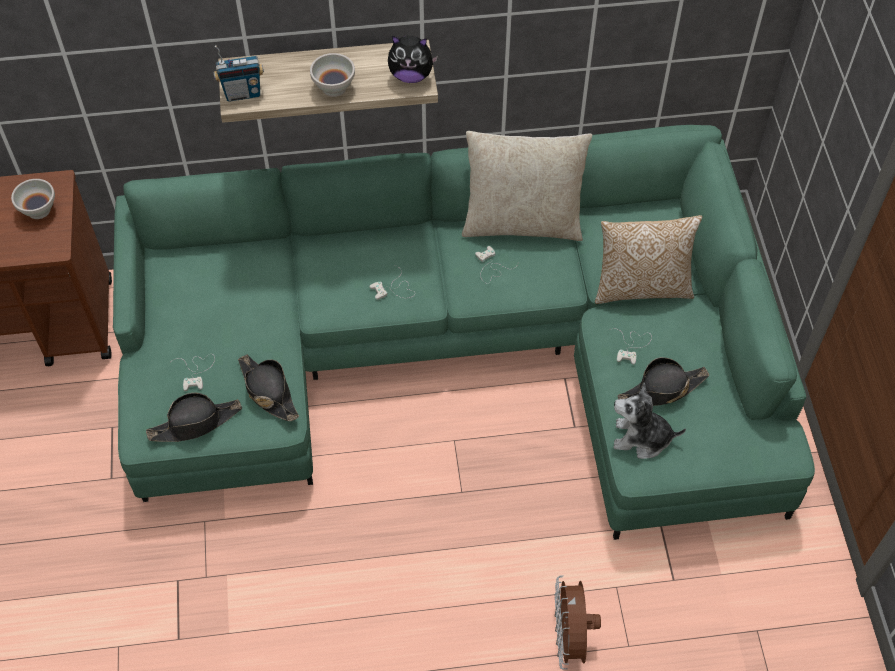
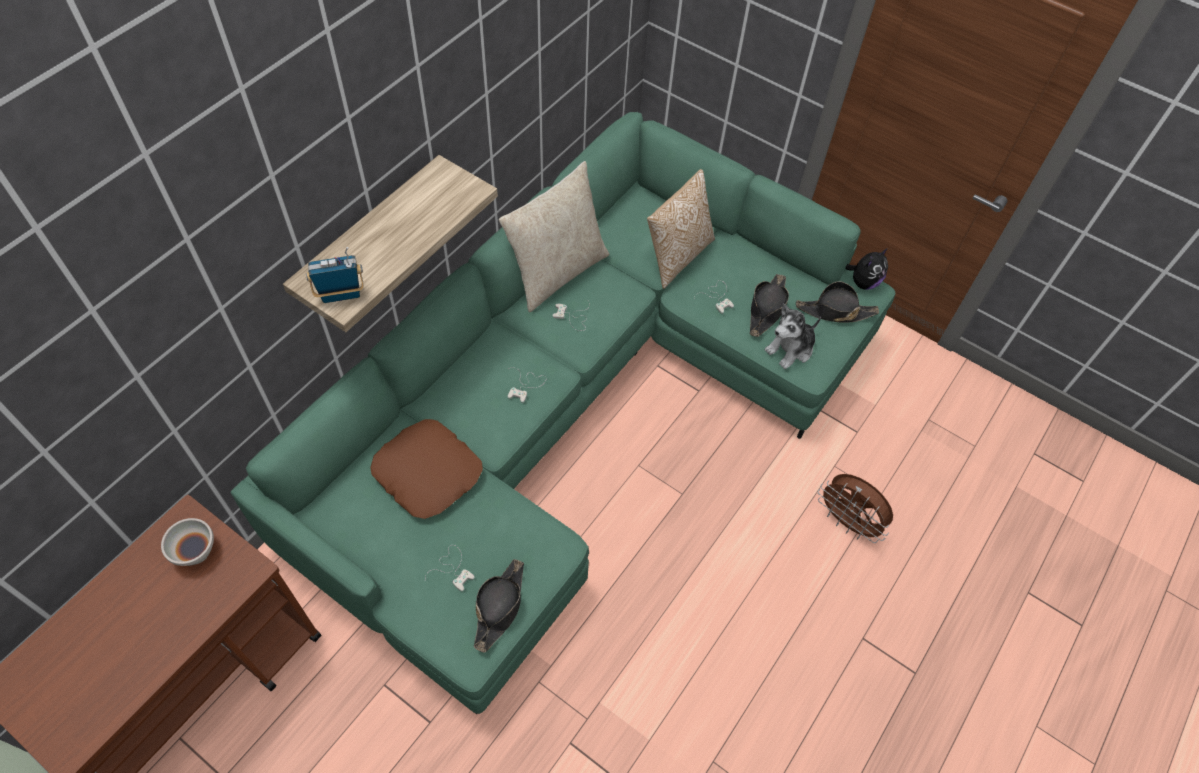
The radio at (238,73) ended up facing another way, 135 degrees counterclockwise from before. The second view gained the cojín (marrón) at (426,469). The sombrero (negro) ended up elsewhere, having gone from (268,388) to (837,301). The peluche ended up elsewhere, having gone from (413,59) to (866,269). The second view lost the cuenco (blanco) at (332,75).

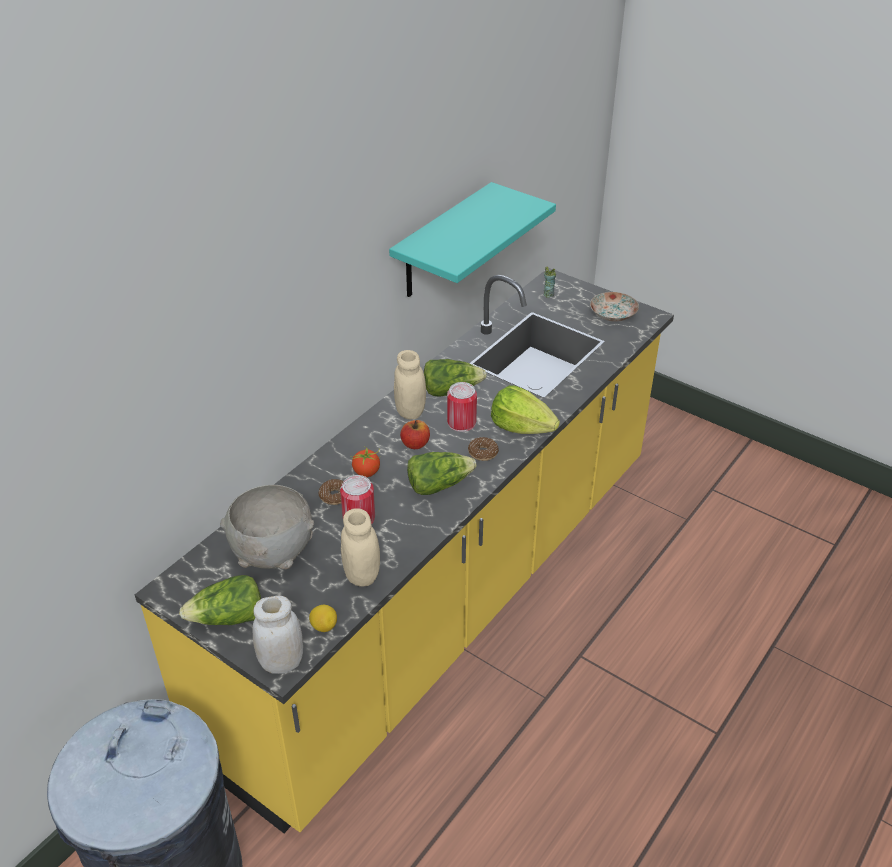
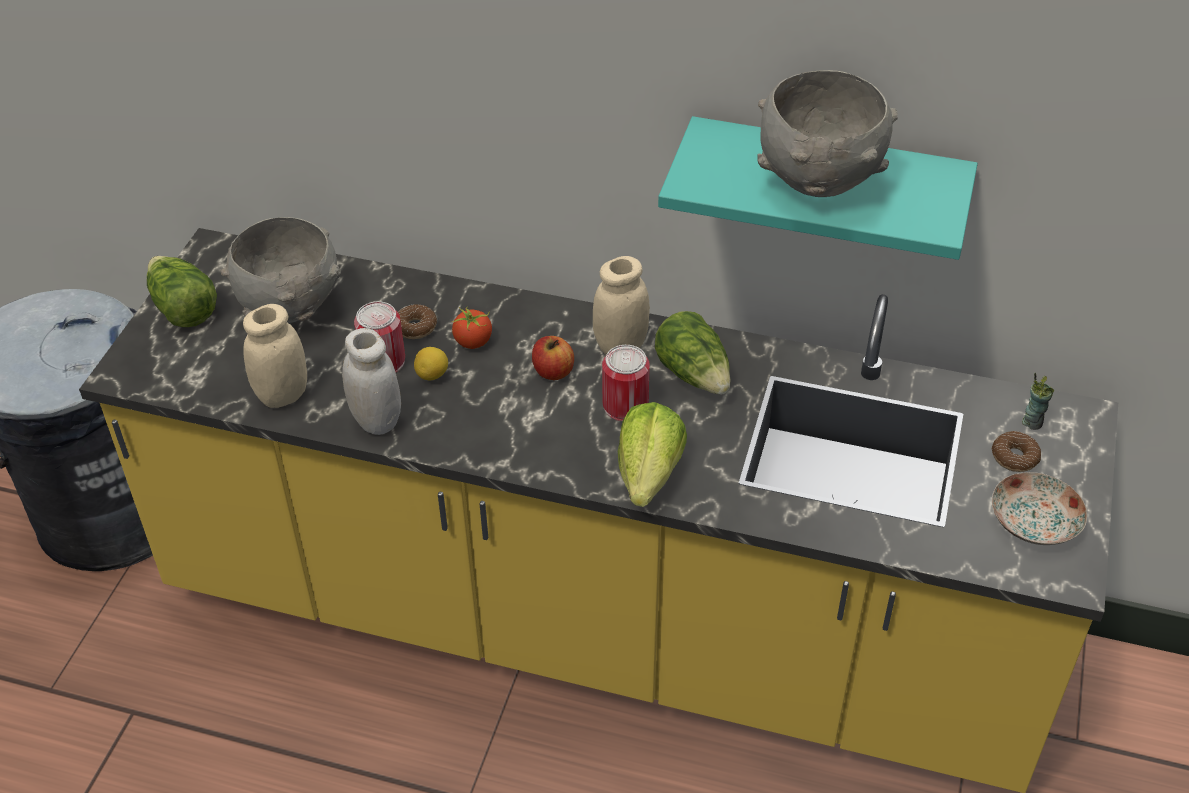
The tarro (blanco) ended up elsewhere, having gone from (278,635) to (371,381). The limón ended up elsewhere, having gone from (323,618) to (431,363). The second view gained the cuenco (gris) at (828,133). The rosquilla ended up elsewhere, having gone from (483,449) to (1016,451). The second view lost the lechuga at (442,473).

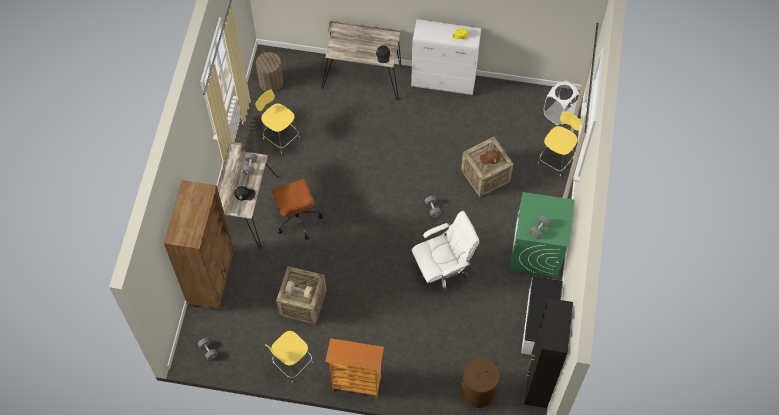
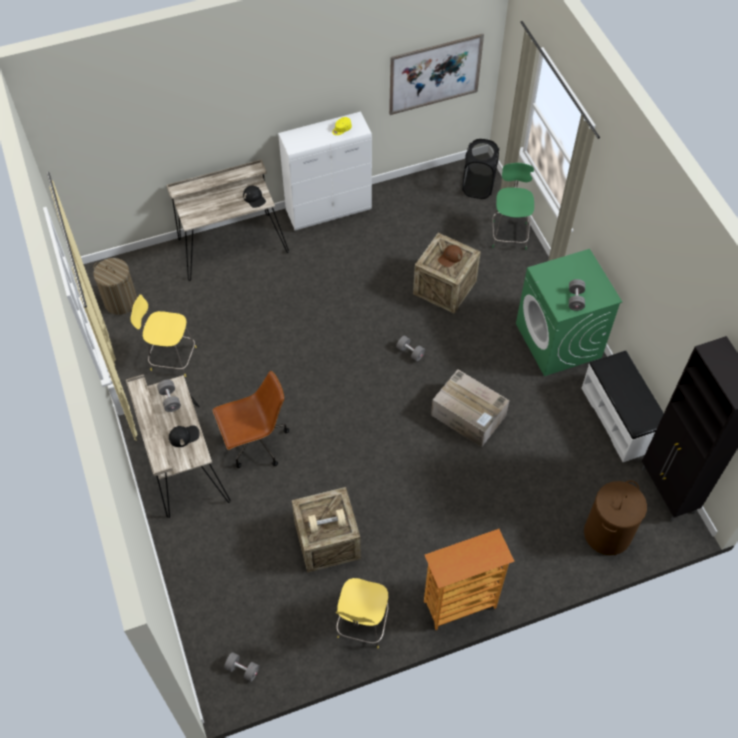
The silla de oficina (marrón) at (297,209) ended up facing another way, 60 degrees counterclockwise from before. The second view gained the cuadro at (436,74). Where the silla de oficina (blanco) stood at (445,253), the caja de cartón came to stand at (470,408). What was the cesto de la ropa (blanco) at (561,103) turned into the cesto de la ropa (negro) at (480,169). What was the taburete (amarillo) at (560,143) turned into the taburete (verde) at (513,206). The second view lost the estantería (marrón) at (199,245).

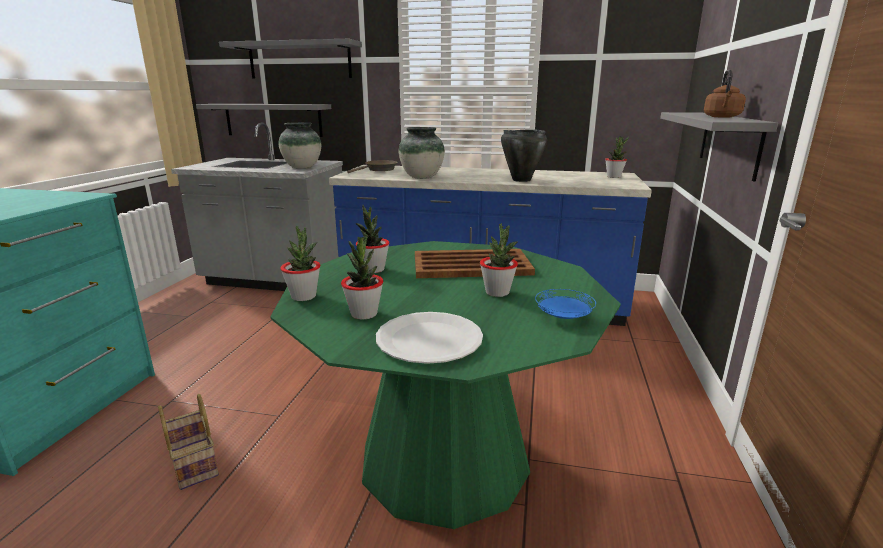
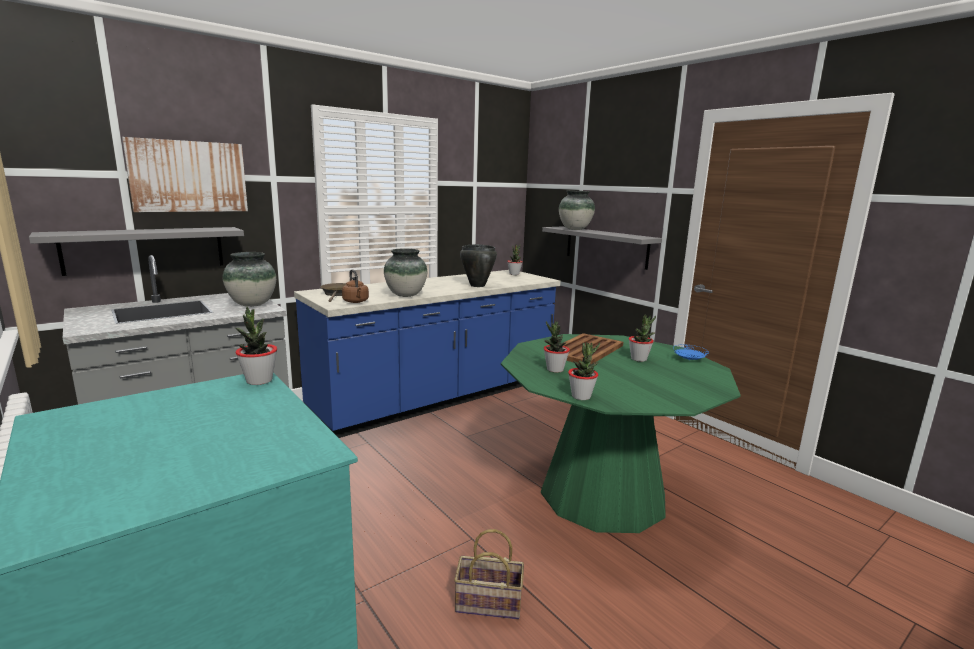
Where the estante (gris) hung at (290,59), the cuadro came to hang at (185,174). The planta en maceta ended up elsewhere, having gone from (362,276) to (256,346). The hervidor (marrón) ended up elsewhere, having gone from (725,94) to (355,286). The second view gained the florero at (577,210). The second view lost the plato (blanco) at (429,338).

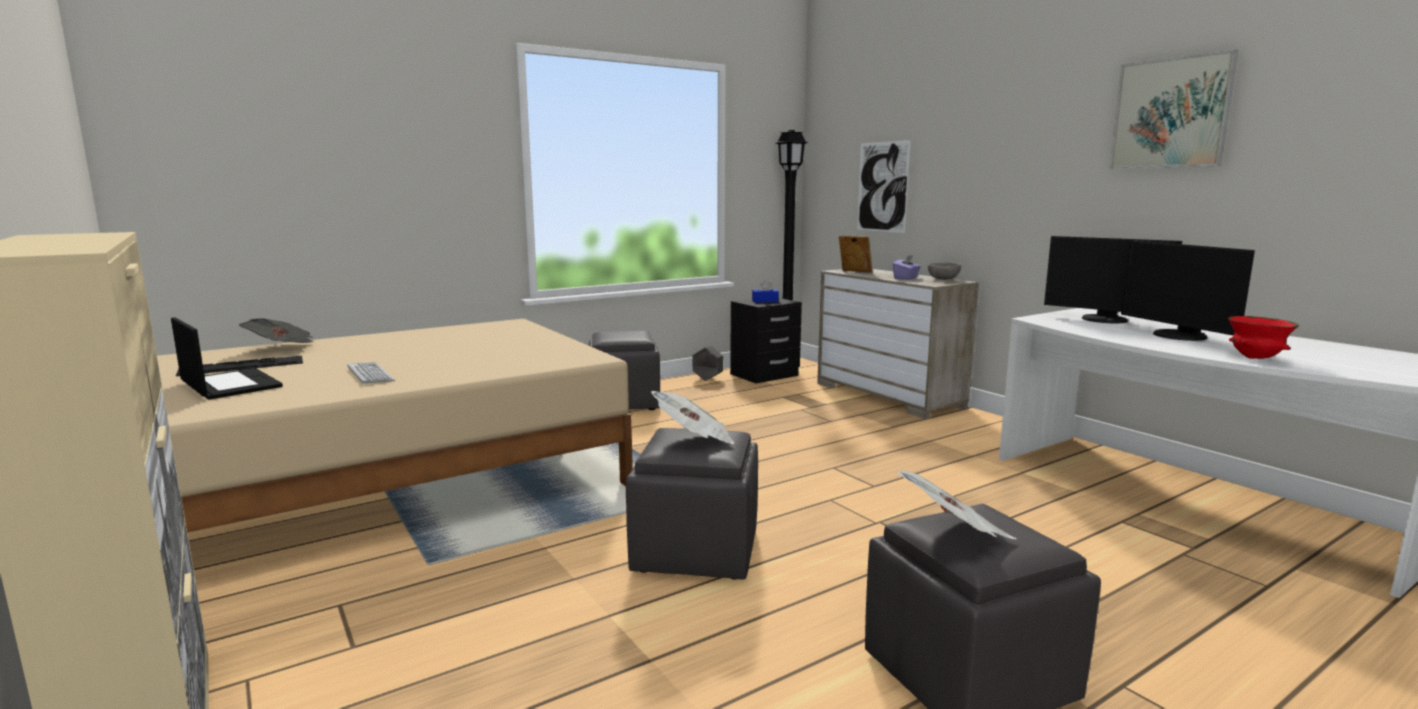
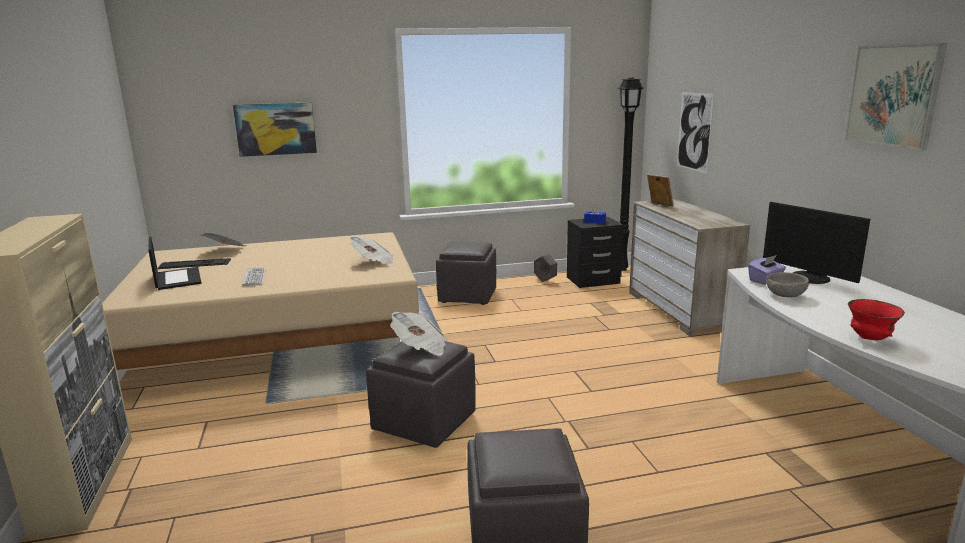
The second view gained the cuadro at (275,129). The periódico ended up elsewhere, having gone from (956,504) to (372,250). The caja de pañuelos (morado) ended up elsewhere, having gone from (907,267) to (767,270). The cuenco (gris) ended up elsewhere, having gone from (944,271) to (787,284). The second view lost the monitor at (1188,290).

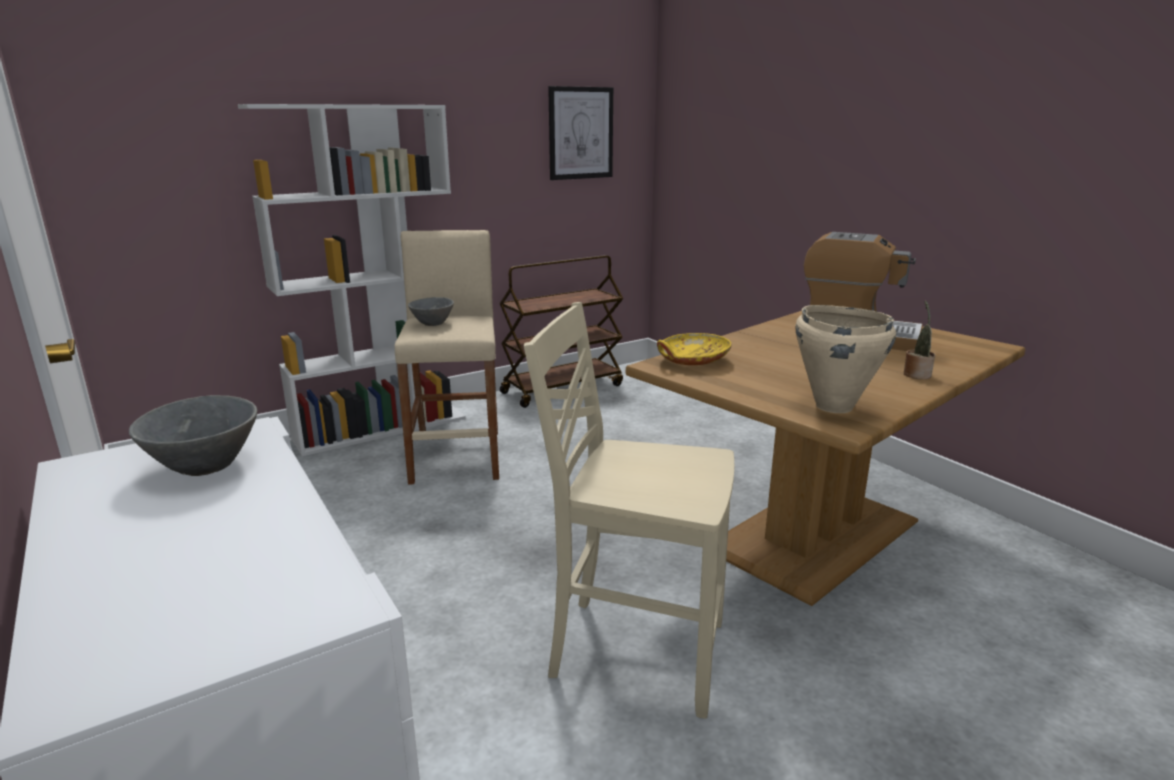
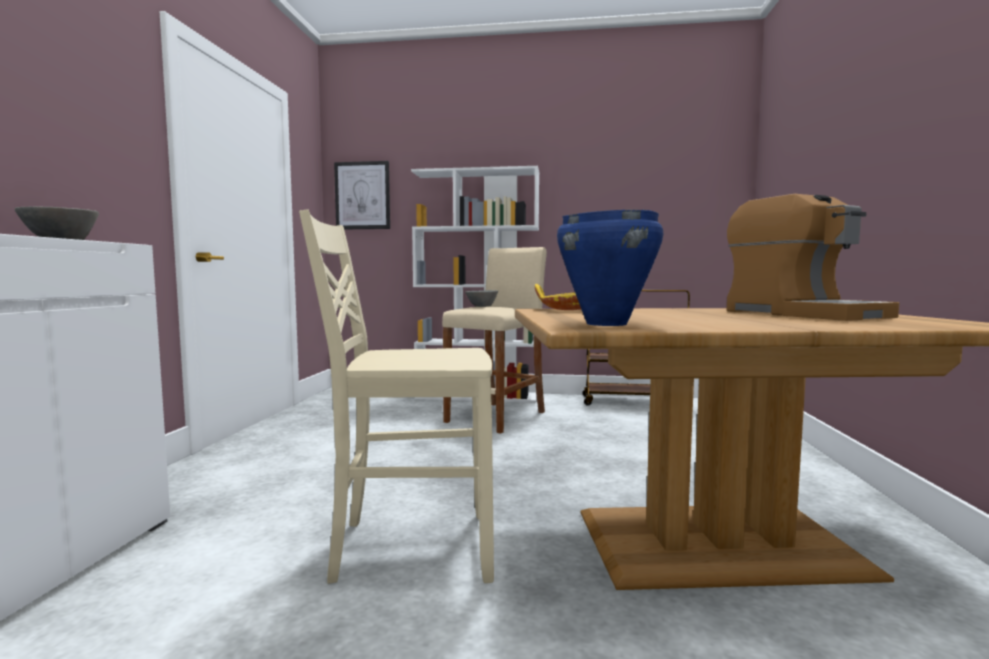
The silla (beis) at (629,510) ended up facing another way, 60 degrees counterclockwise from before. The cuadro ended up elsewhere, having gone from (580,133) to (362,195). What was the olla (beis) at (845,359) turned into the olla (azul) at (610,268). The second view lost the planta en maceta at (919,339).

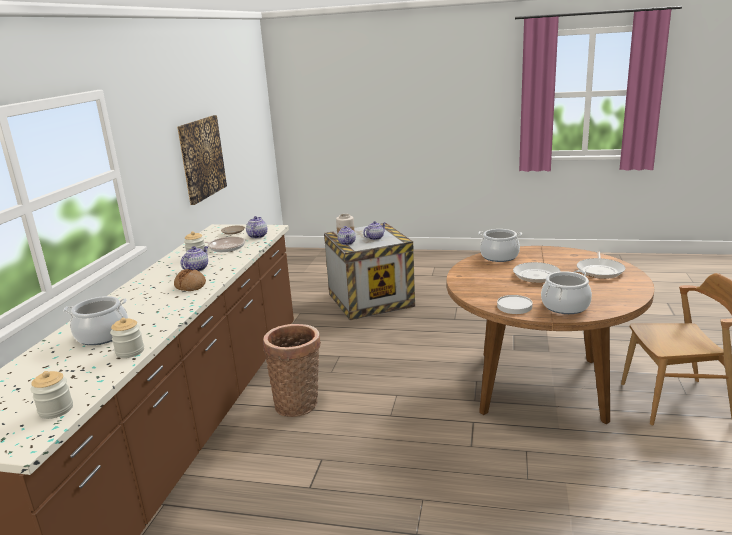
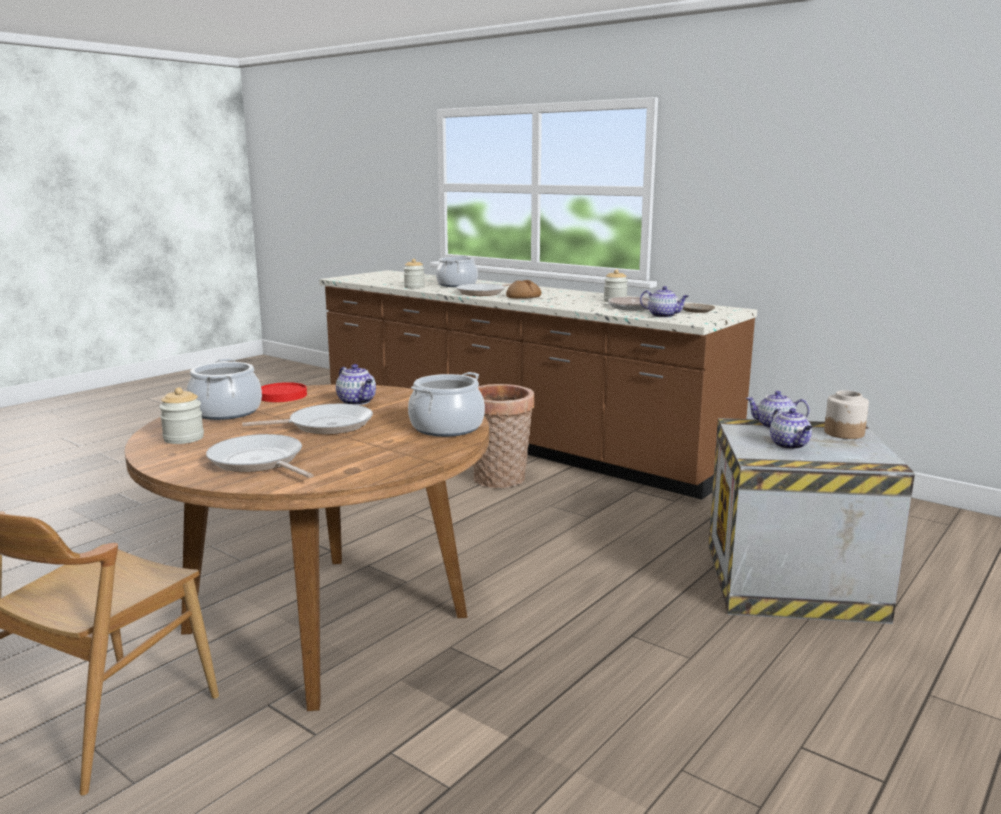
The tarro ended up elsewhere, having gone from (52,395) to (181,415). What was the plato (blanco) at (514,304) turned into the plato (rojo) at (284,392). The tetera ended up elsewhere, having gone from (194,258) to (356,384). The second view gained the sartén at (484,289). The second view lost the cuadro at (202,160).

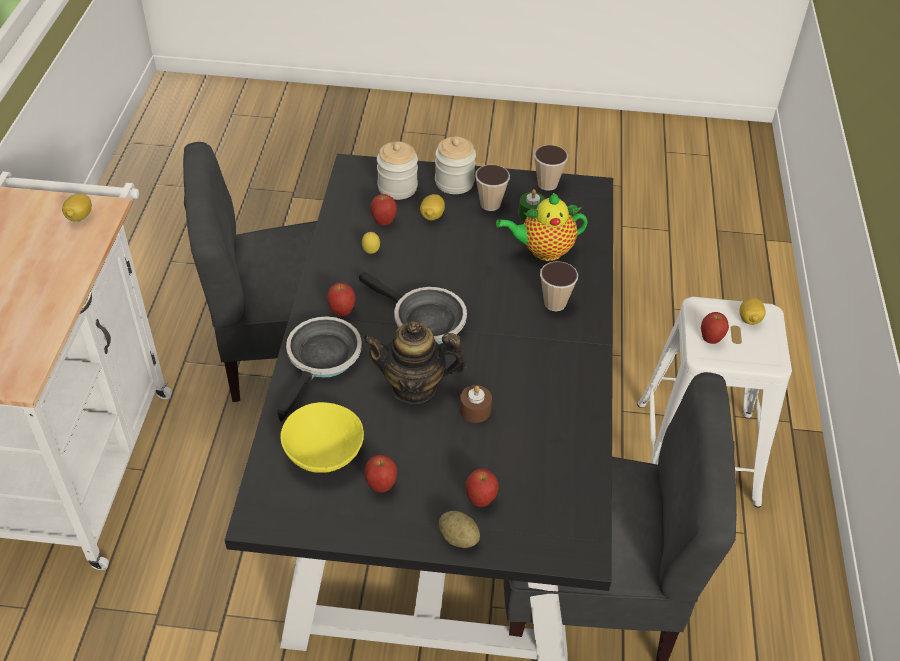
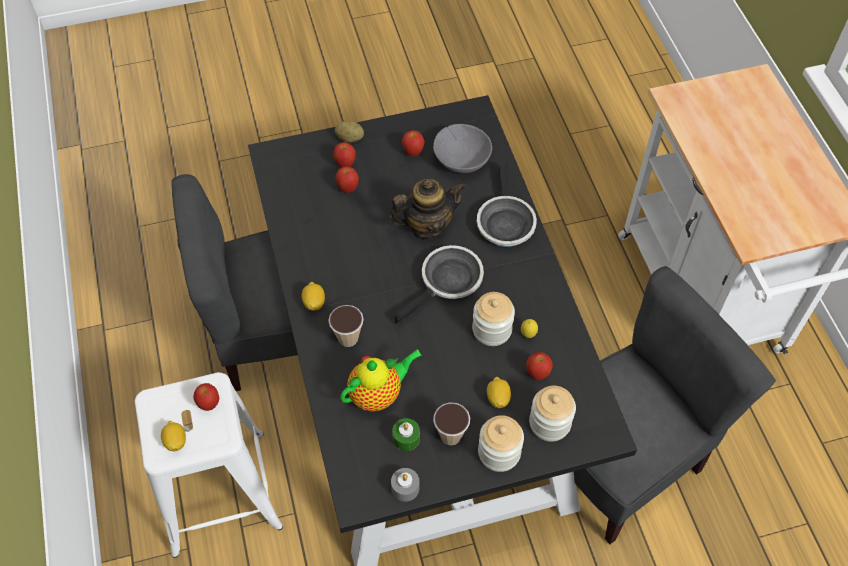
The limón ended up elsewhere, having gone from (77,207) to (313,296). The manzana ended up elsewhere, having gone from (341,299) to (347,179). Where the taza stood at (551,168), the vela (gris) came to stand at (405,485). The sartén at (413,307) ended up facing another way, 120 degrees clockwise from before. What was the cuenco (amarillo) at (322,437) turned into the cuenco (gris) at (462,148). The second view gained the tarro at (493,319). The second view lost the vela (marrón) at (476,404).

